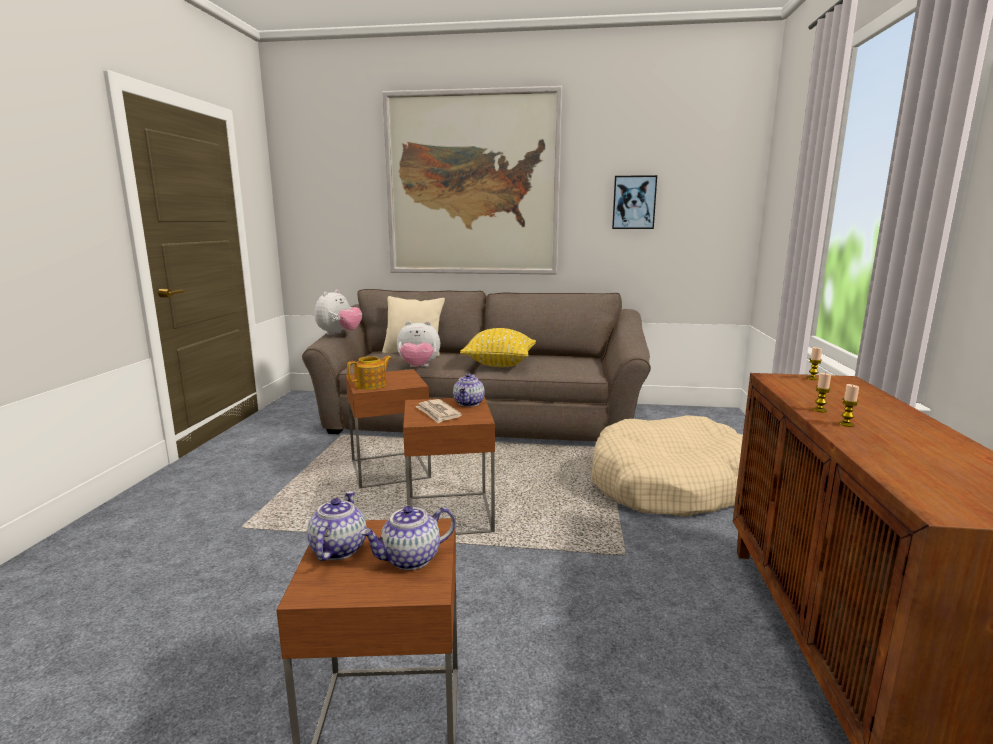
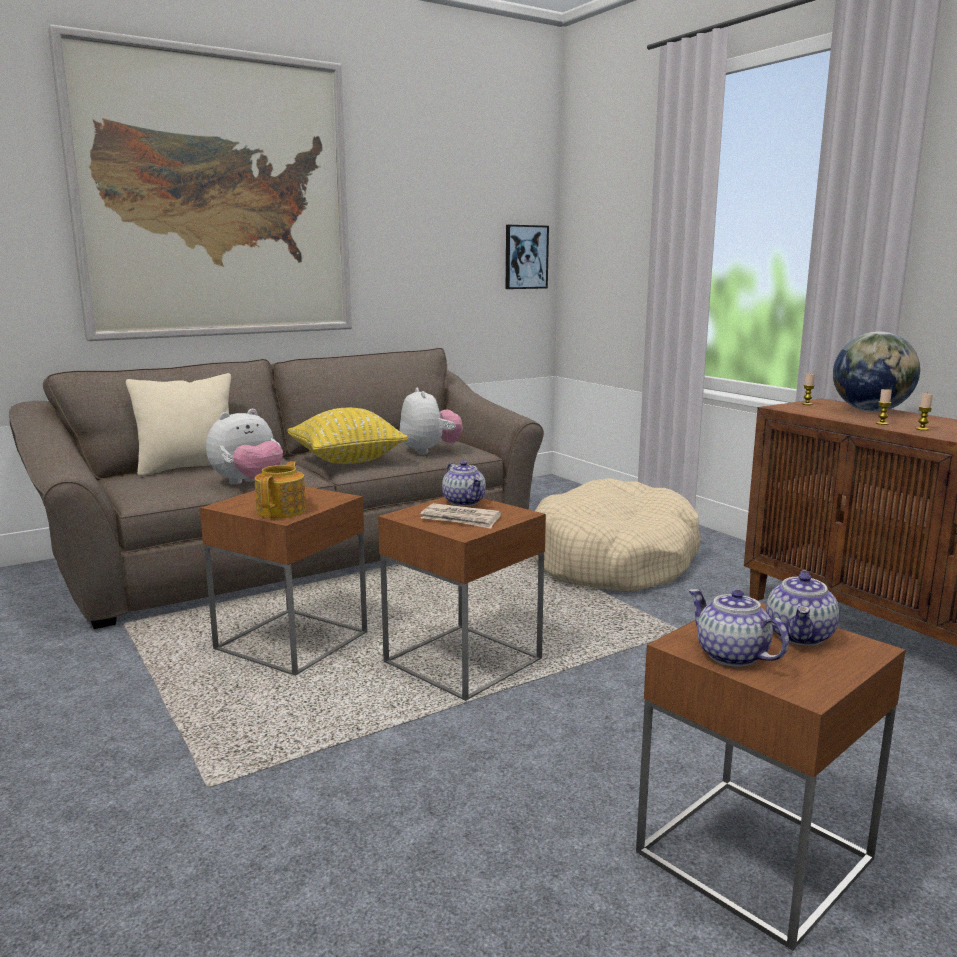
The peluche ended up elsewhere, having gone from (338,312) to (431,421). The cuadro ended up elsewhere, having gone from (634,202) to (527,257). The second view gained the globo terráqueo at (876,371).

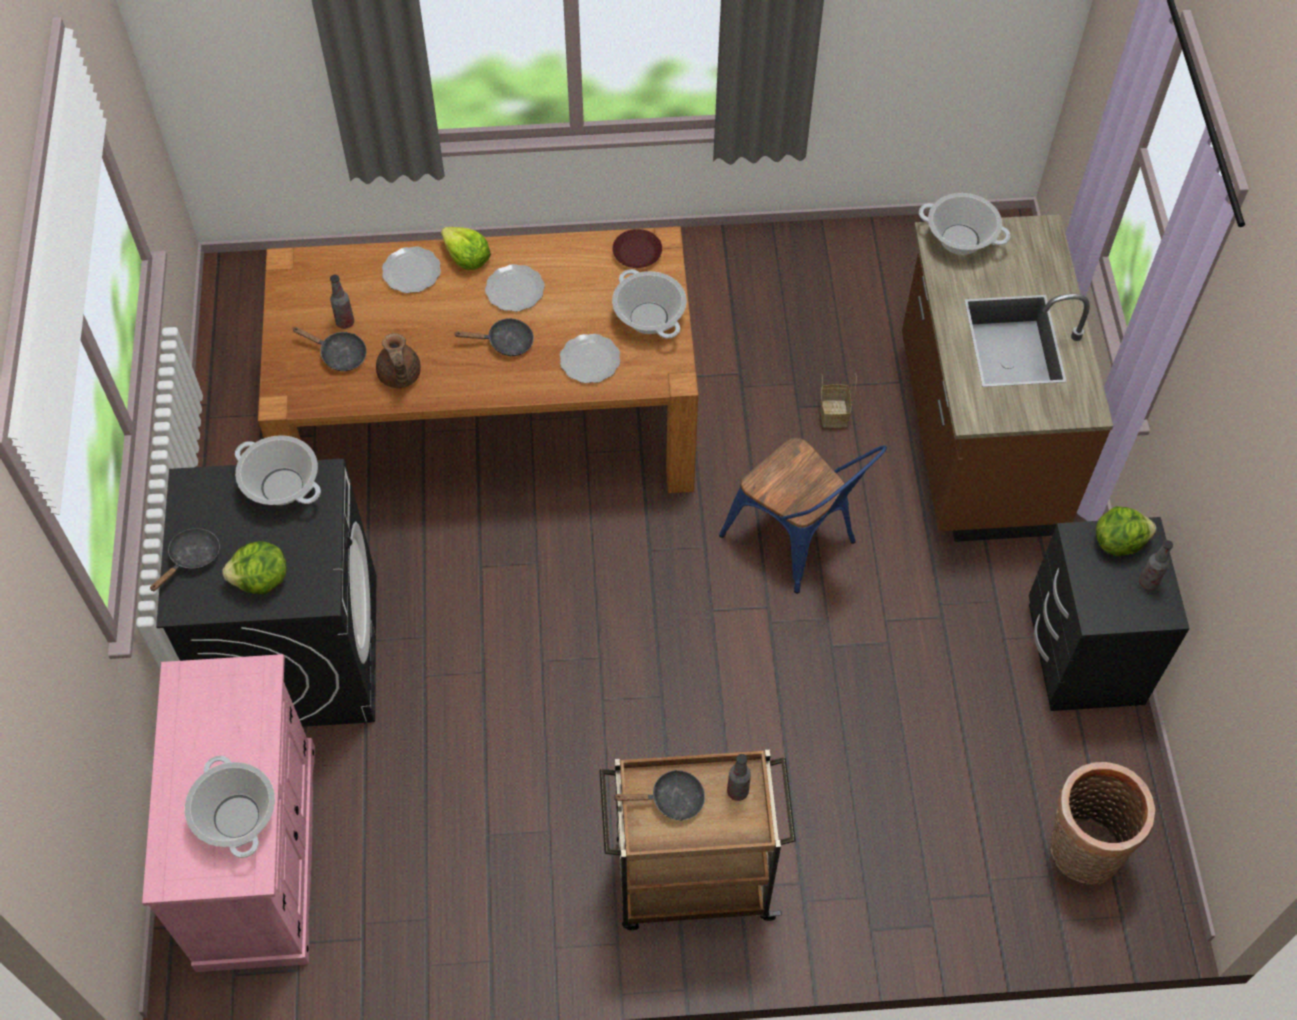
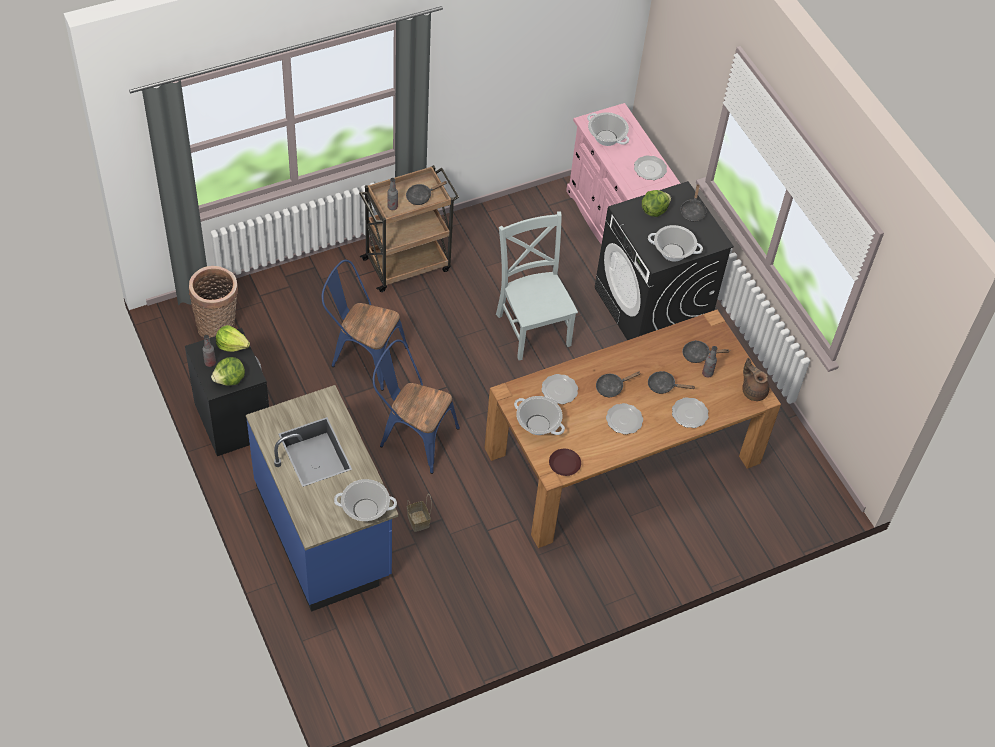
The lechuga ended up elsewhere, having gone from (466,248) to (233,338). What was the mueble bajo de cocina (marrón) at (1007,378) turned into the mueble bajo de cocina (azul) at (322,498). The second view gained the silla (azul) at (365,325). The second view gained the silla (gris) at (537,285). The second view gained the plato at (650,167). The second view gained the sartén (negro) at (671,382). The tetera (marrón) ended up elsewhere, having gone from (398,360) to (755,379).

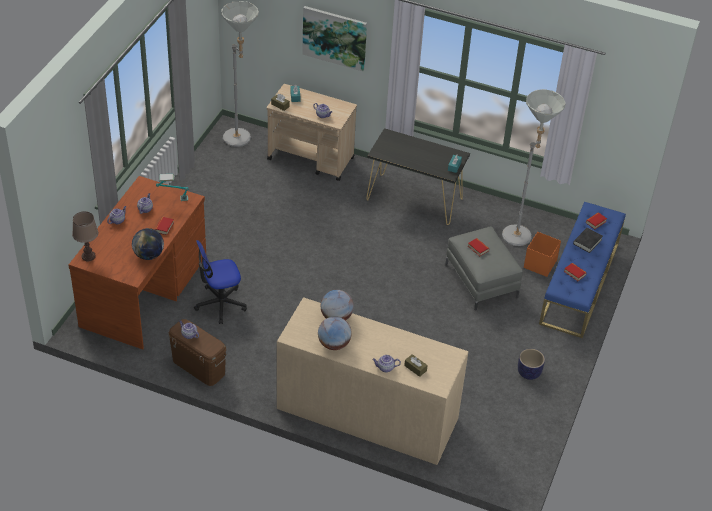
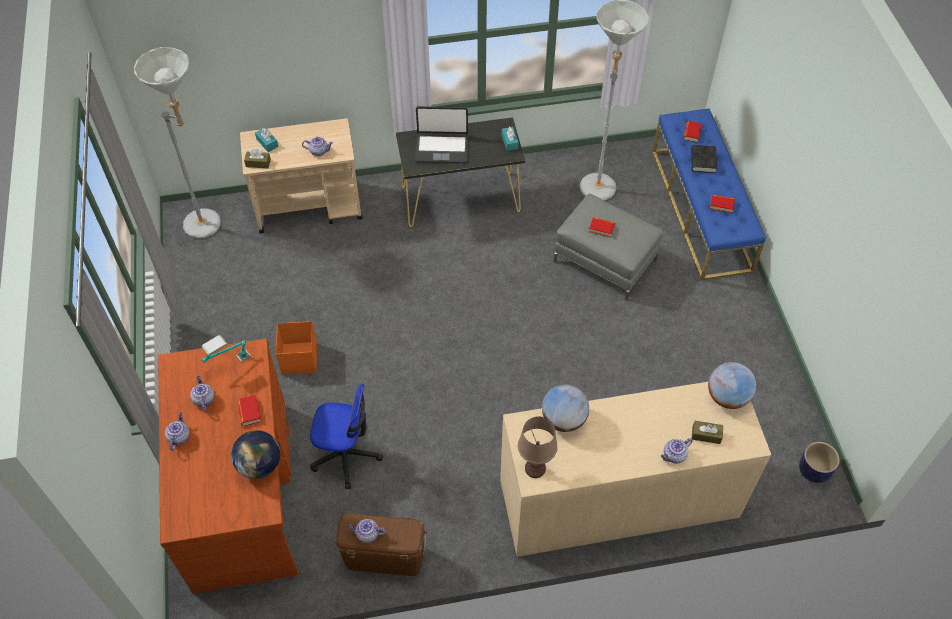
The caja de almacenaje (naranja) ended up elsewhere, having gone from (542,254) to (296,348). The silla de oficina at (220,282) ended up facing another way, 120 degrees counterclockwise from before. The second view gained the portátil at (441,134). The lámpara de mesa (marrón) ended up elsewhere, having gone from (85,236) to (538,447). The globo terráqueo ended up elsewhere, having gone from (335,333) to (732,385). The maceta ended up elsewhere, having gone from (531,364) to (819,462). The second view lost the cuadro at (334,38).

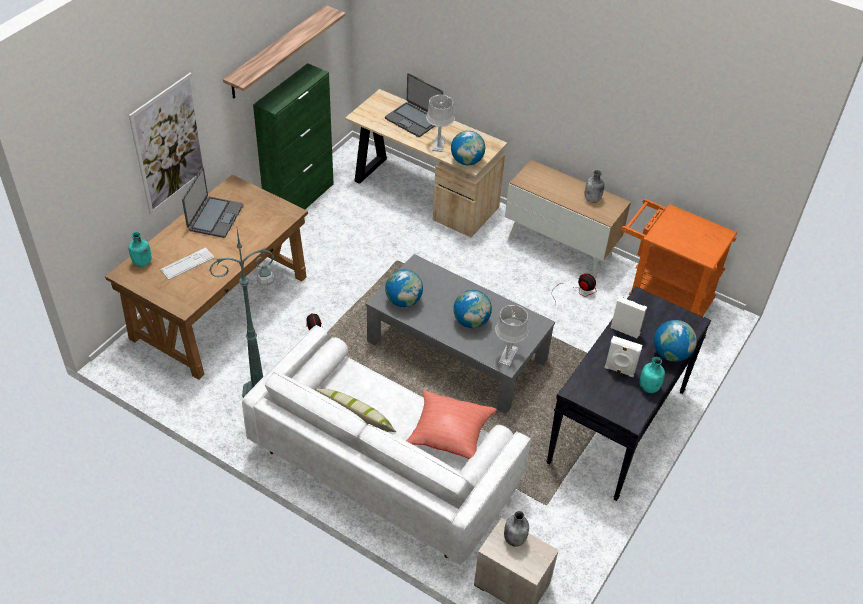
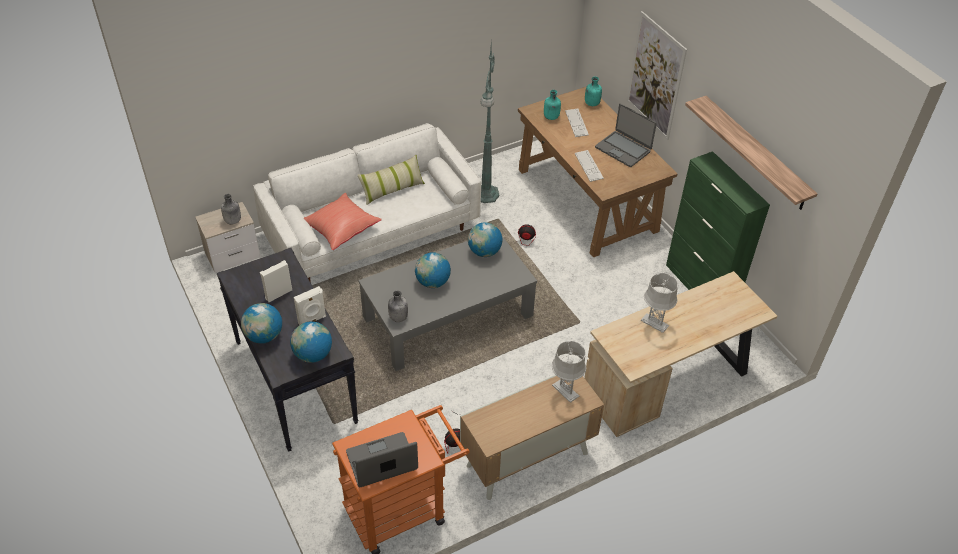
The globo terráqueo ended up elsewhere, having gone from (468,148) to (311,342). The portátil ended up elsewhere, having gone from (414,105) to (382,459). The botella (gris) ended up elsewhere, having gone from (594,186) to (398,306). The botella (turquesa) ended up elsewhere, having gone from (652,375) to (552,105). The lámpara de mesa (gris) ended up elsewhere, having gone from (512,336) to (569,372). The second view gained the teclado at (589,166).

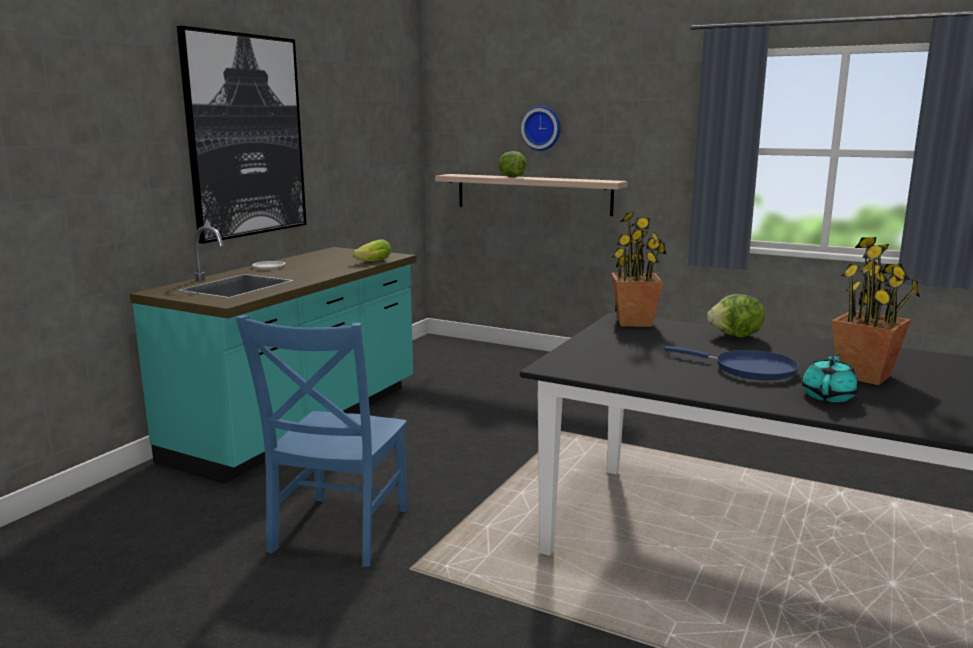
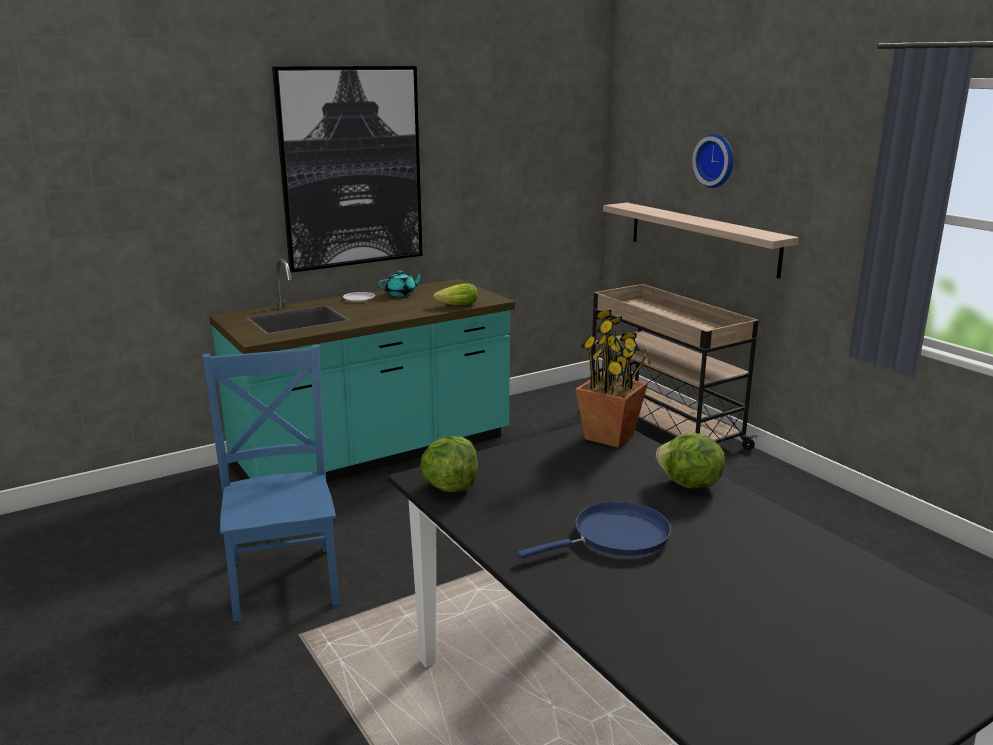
The silla (azul) at (321,441) ended up facing another way, 120 degrees clockwise from before. The tetera (turquesa) ended up elsewhere, having gone from (830,378) to (401,284). The lechuga ended up elsewhere, having gone from (512,164) to (449,464). The sartén (azul) at (731,363) ended up facing another way, 90 degrees counterclockwise from before. The second view gained the carrito (beis) at (675,367). The second view lost the planta en maceta at (876,311).

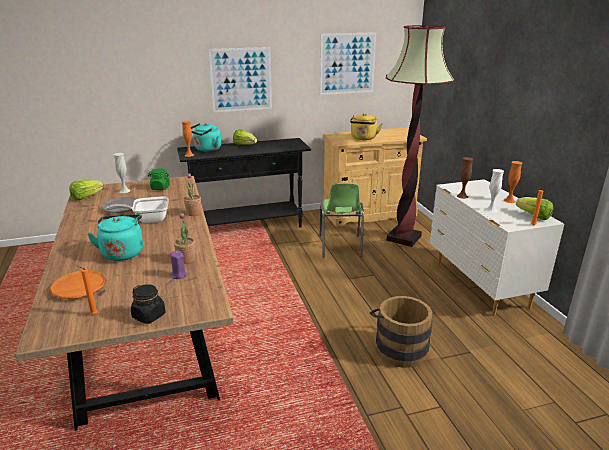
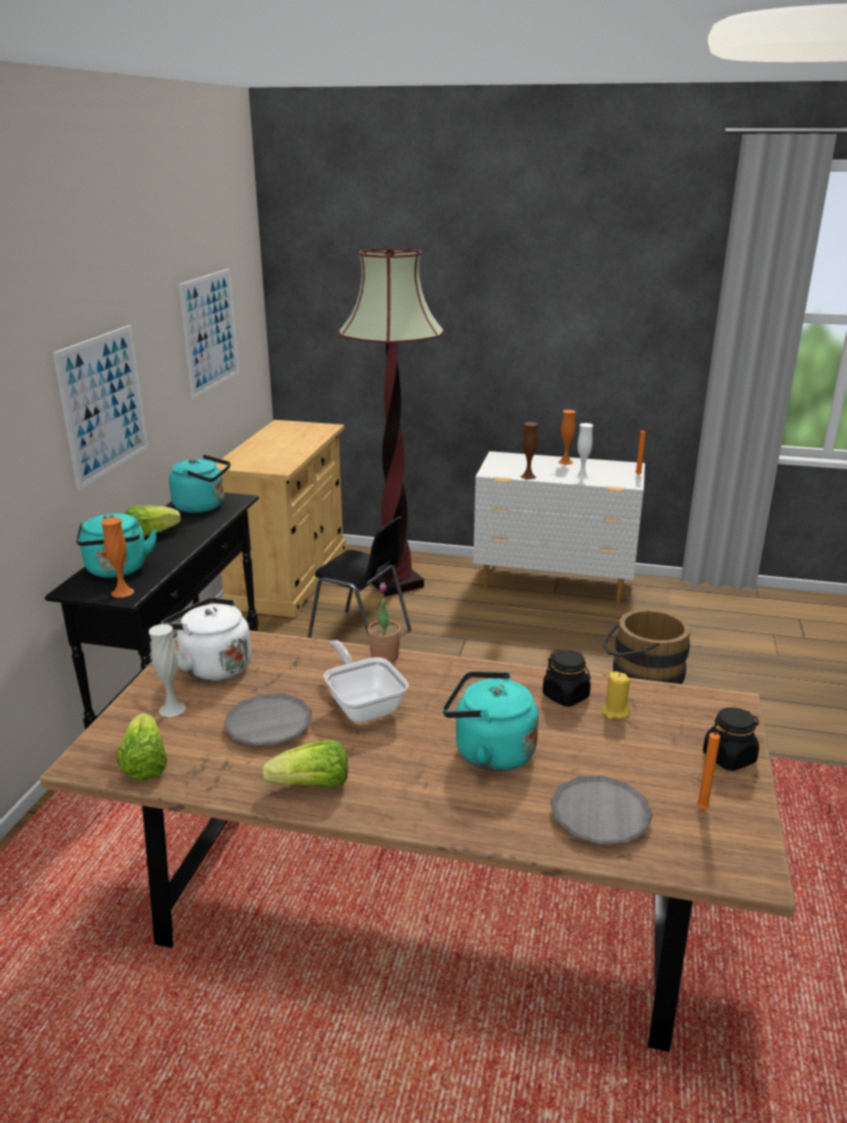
Where the tarro (verde) stood at (159,179), the hervidor (blanco) came to stand at (206,639). The second view gained the hervidor (turquesa) at (199,484). The lechuga ended up elsewhere, having gone from (534,208) to (305,763). What was the silla (verde) at (341,220) turned into the silla (negro) at (359,577). The sartén at (137,209) ended up facing another way, 135 degrees clockwise from before. Where the planta en maceta stood at (184,238), the tarro (negro) came to stand at (567,678). What was the plato (naranja) at (78,284) turned into the plato (gris) at (601,810). What was the vela (morado) at (178,264) turned into the vela (amarillo) at (616,695). The second view lost the hervidor (amarillo) at (366,126).

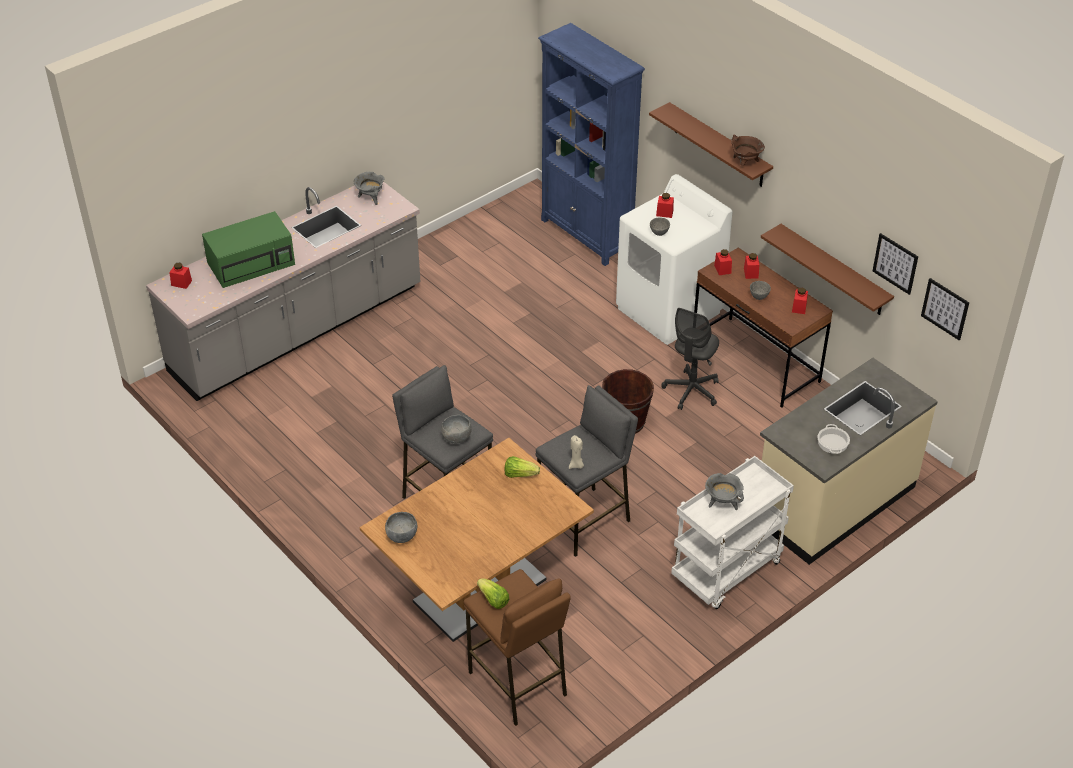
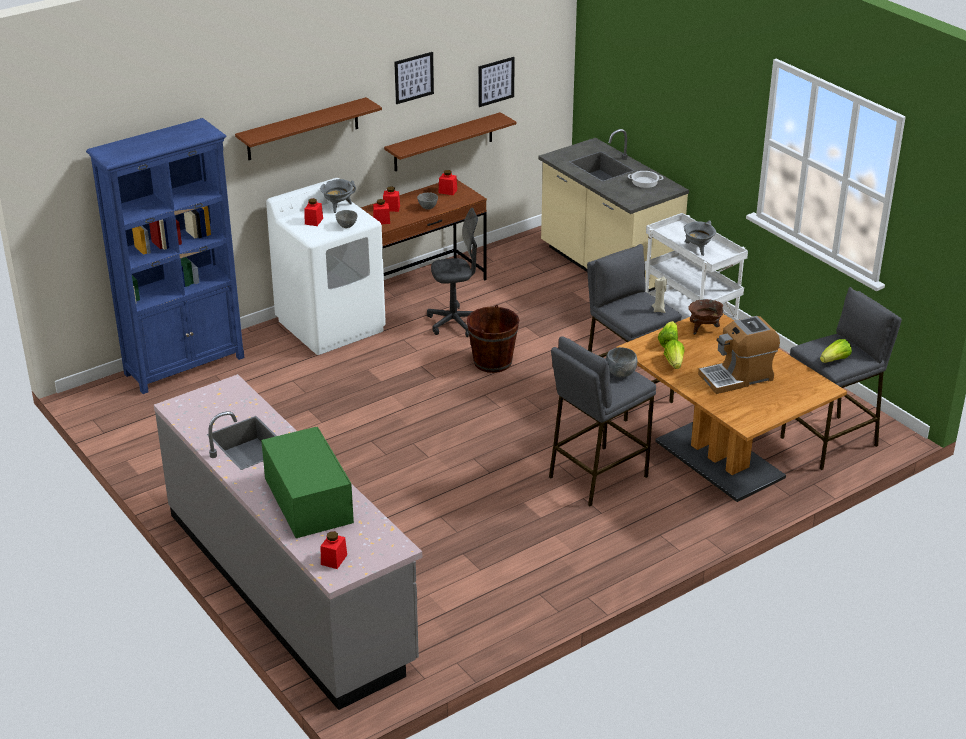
The olla (gris) ended up elsewhere, having gone from (369,188) to (338,196). The cuadro ended up elsewhere, having gone from (945,309) to (414,78). The silla de oficina (gris) at (690,359) ended up facing another way, 45 degrees counterclockwise from before. The second view gained the lechuga at (674,354). The olla (marrón) ended up elsewhere, having gone from (748,150) to (705,317). The second view gained the cafetera at (739,355). What was the taburete (marrón) at (517,647) turned into the taburete (gris) at (841,378). The second view lost the cuenco (gris) at (401,527).

